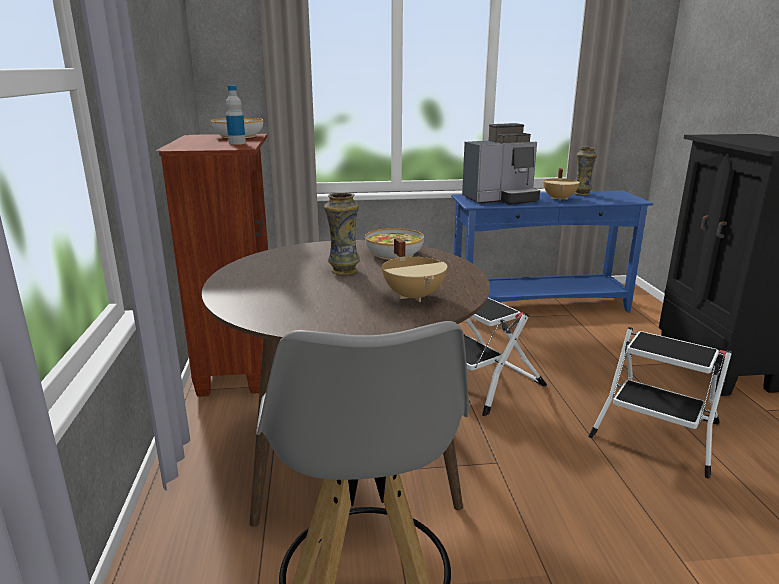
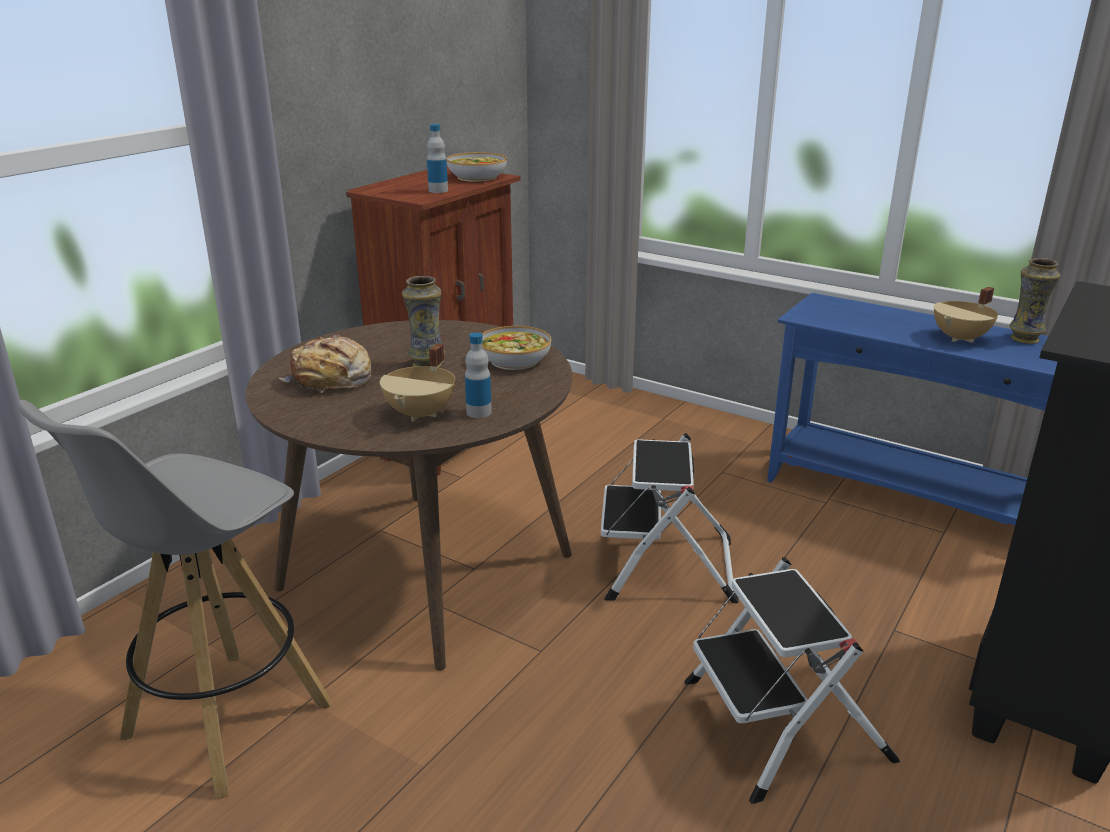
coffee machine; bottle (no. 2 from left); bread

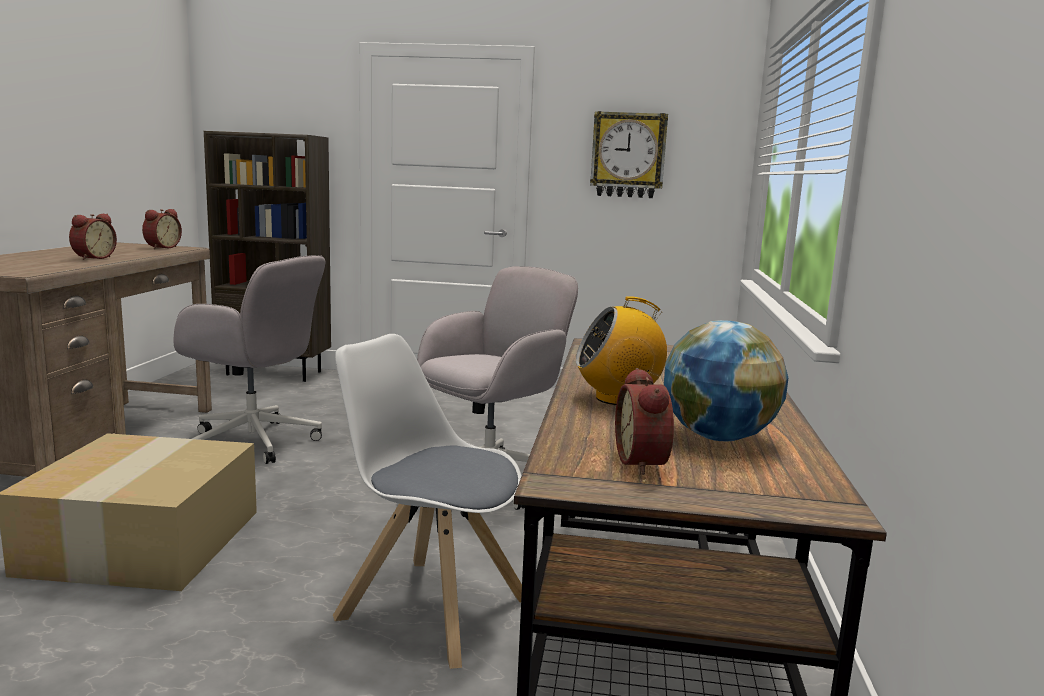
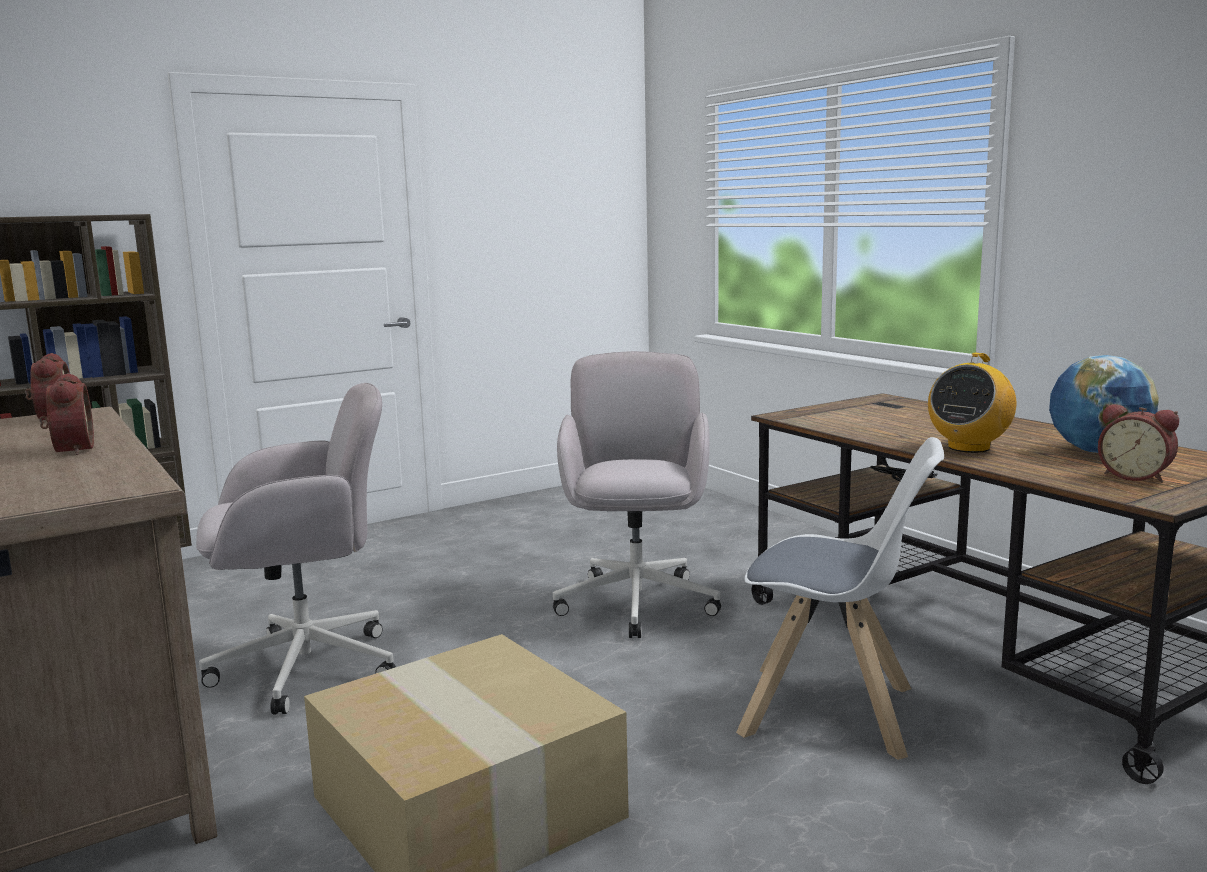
wall clock; chair

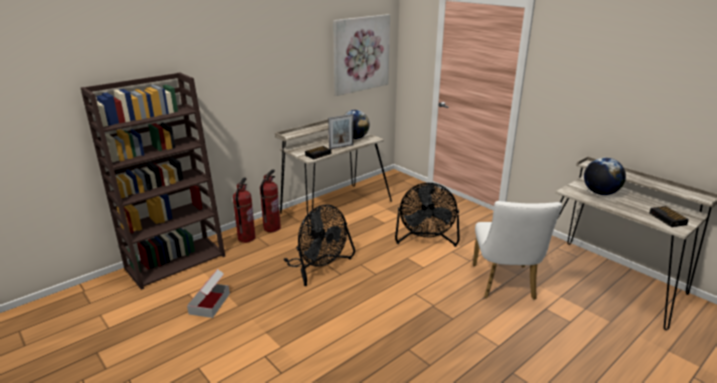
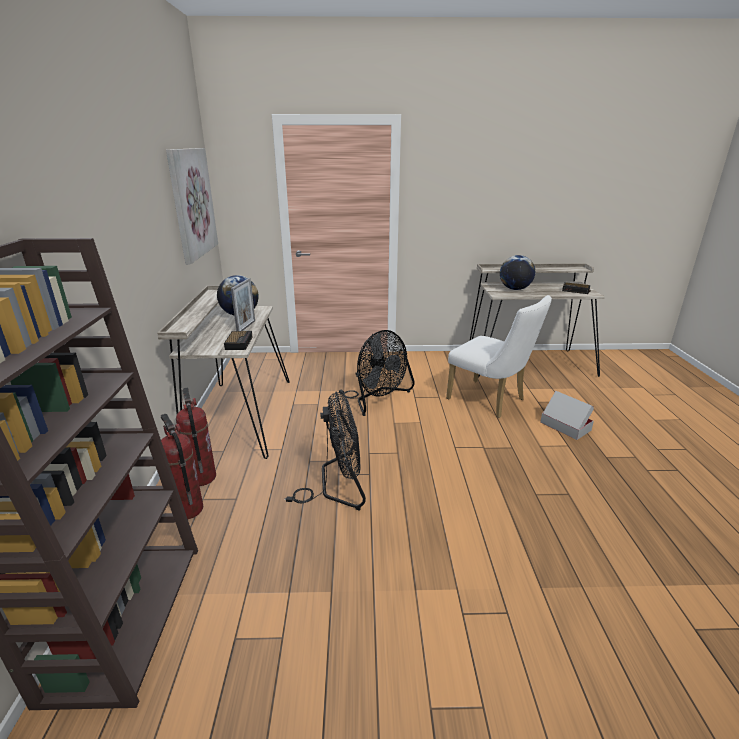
cardboard box

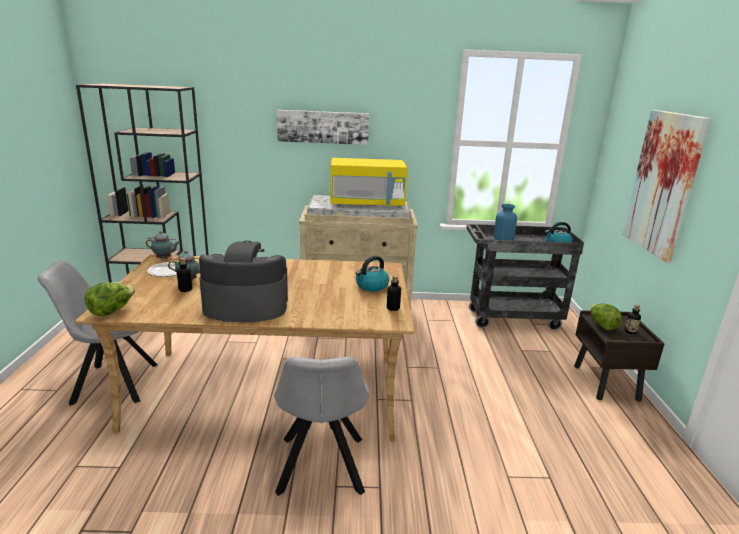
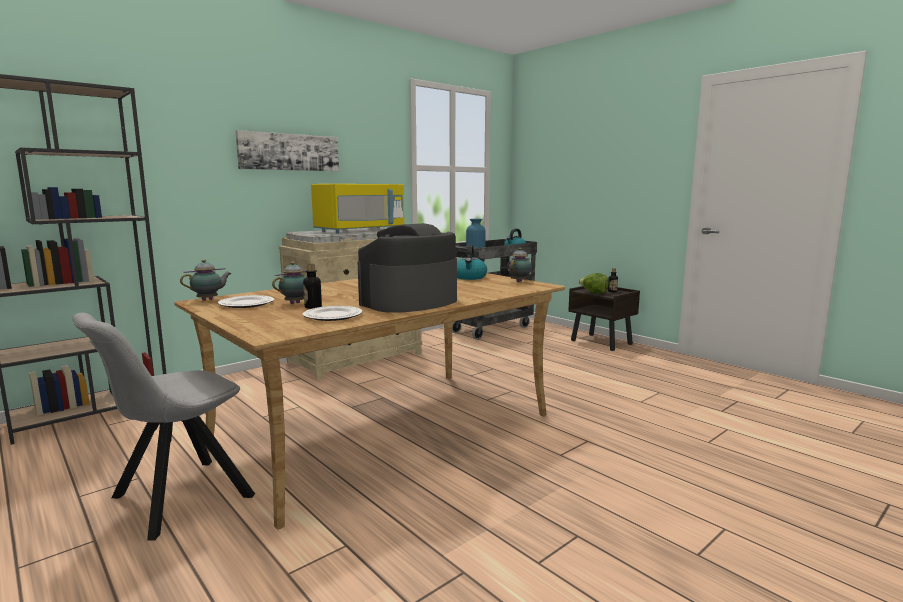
picture (no. 2 from left in the first image); teapot (no. 3 from left); lettuce (no. 1 from left in the first image); grey chair (no. 2 from left in the first image); plate (no. 2 from left)

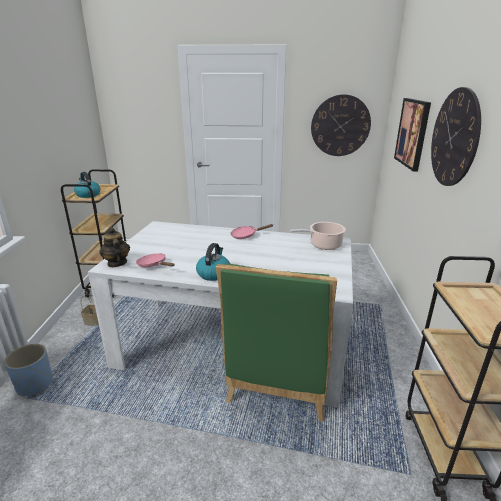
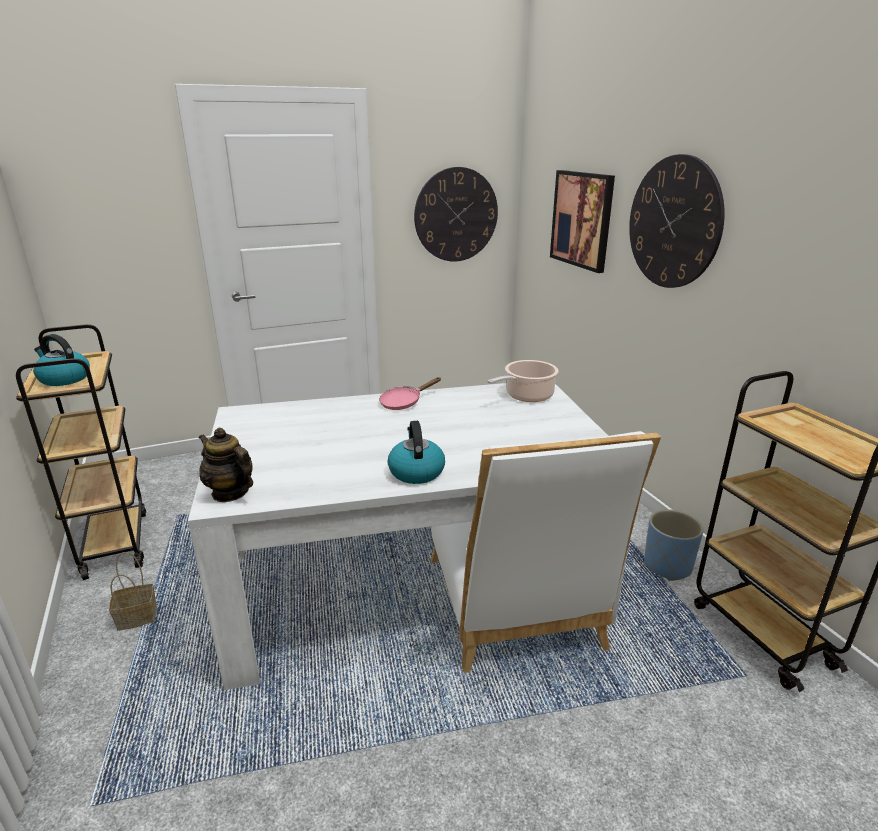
pink frying pan (no. 1 from left in the first image); white chair; blue planter

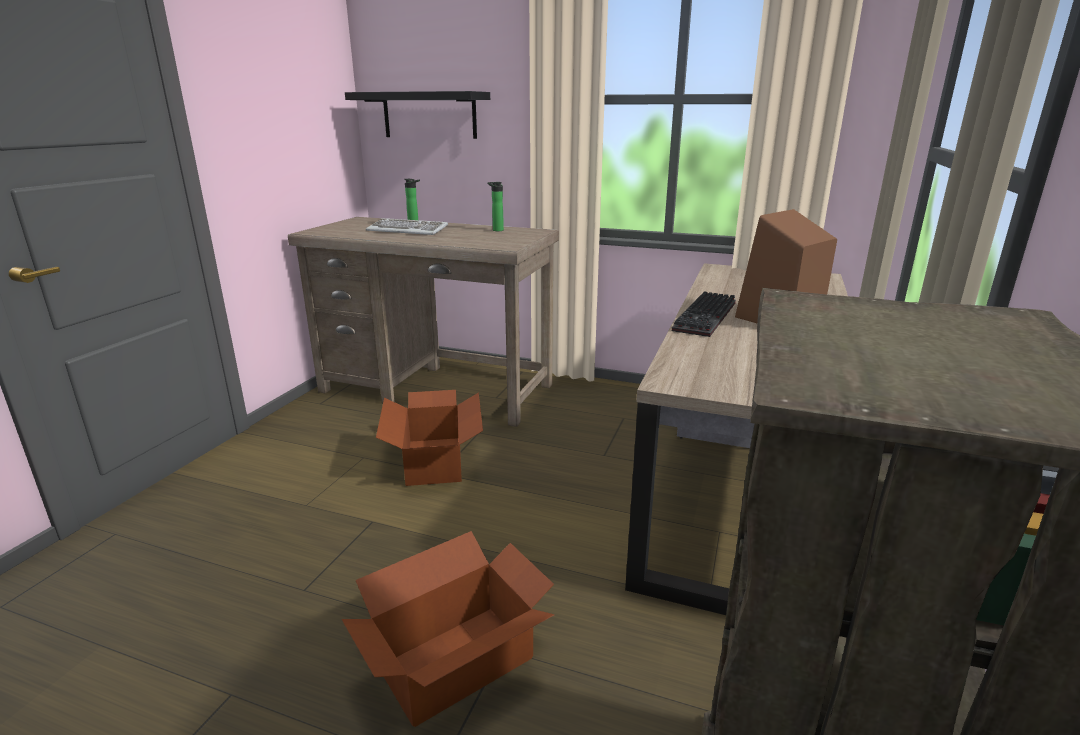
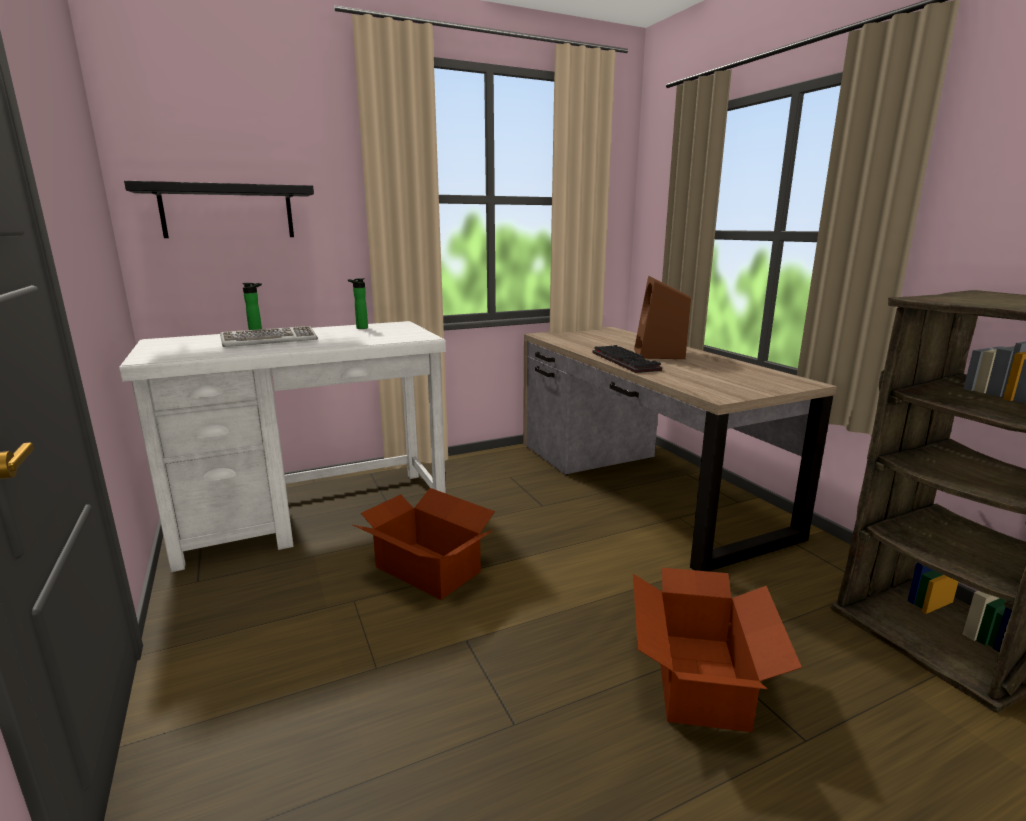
white desk

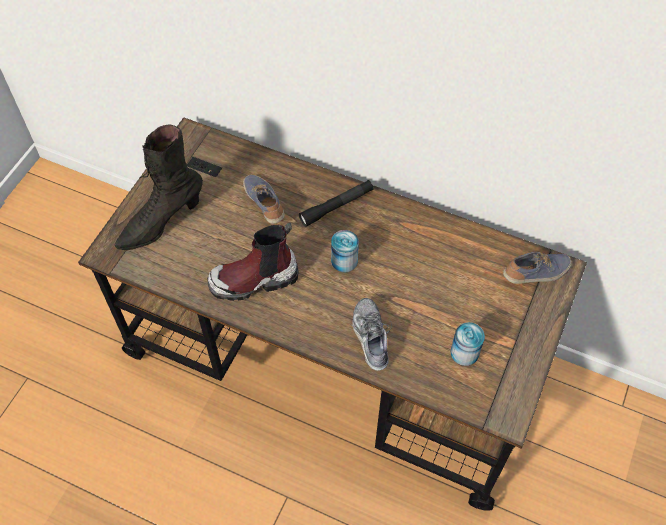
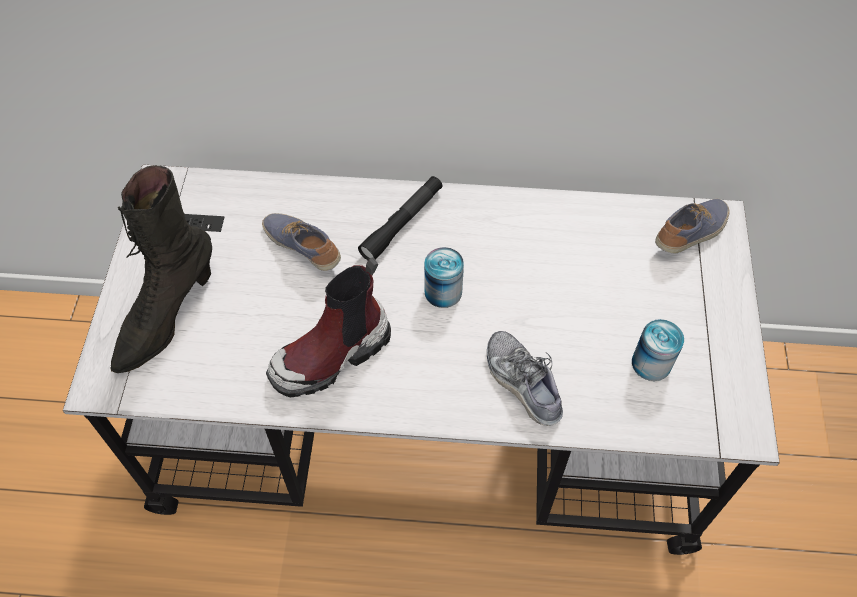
white desk

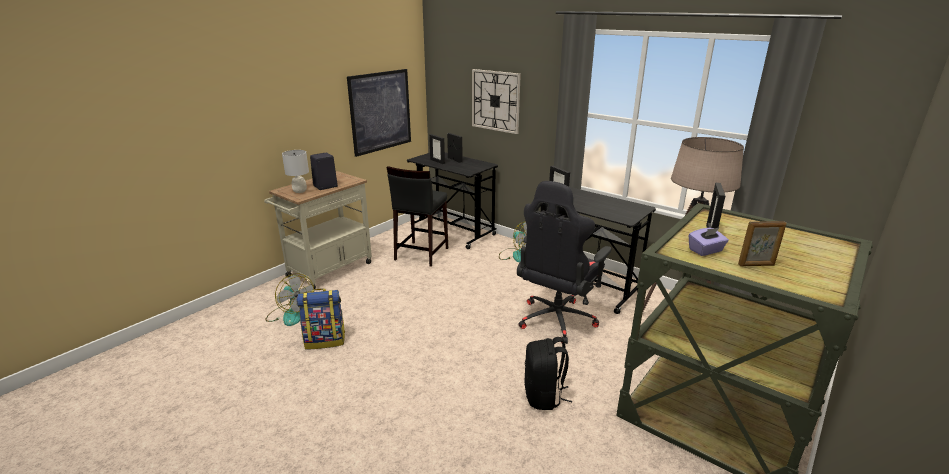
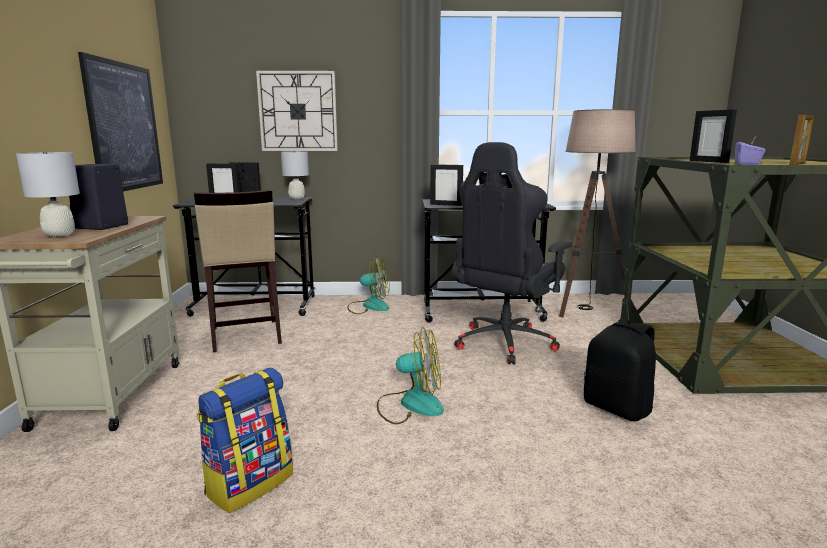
beige stool; black office chair; fan (no. 2 from left); grey table lamp (no. 2 from left)

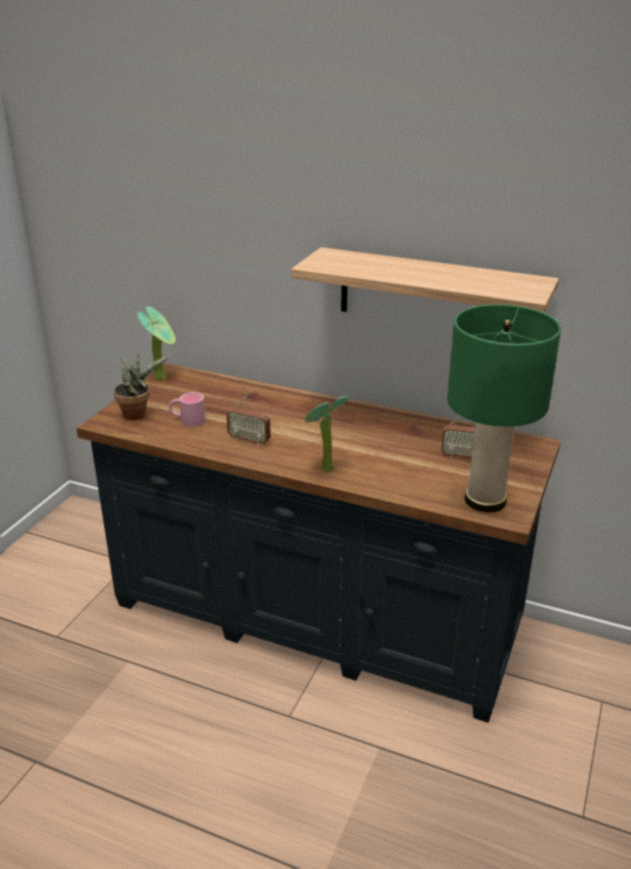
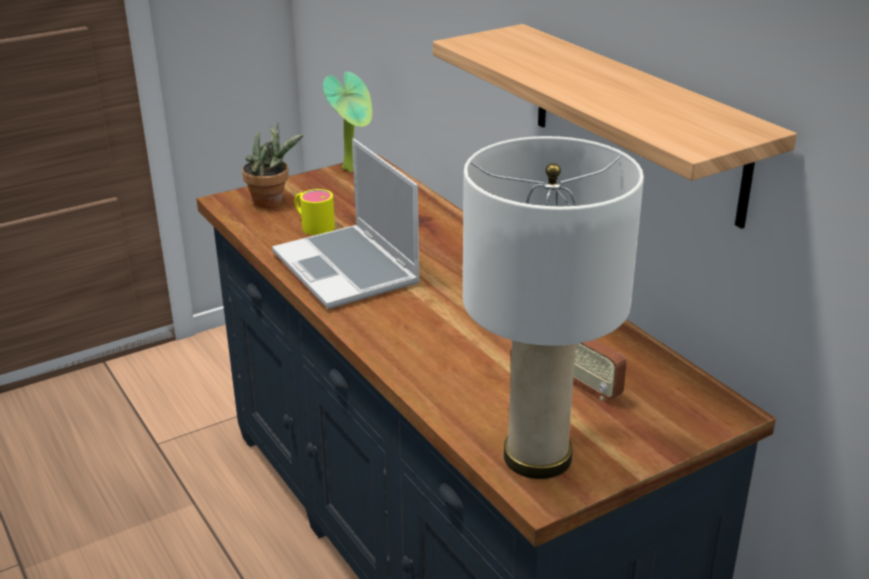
white table lamp; laptop; yellow mug; potted plant (no. 3 from left in the first image)

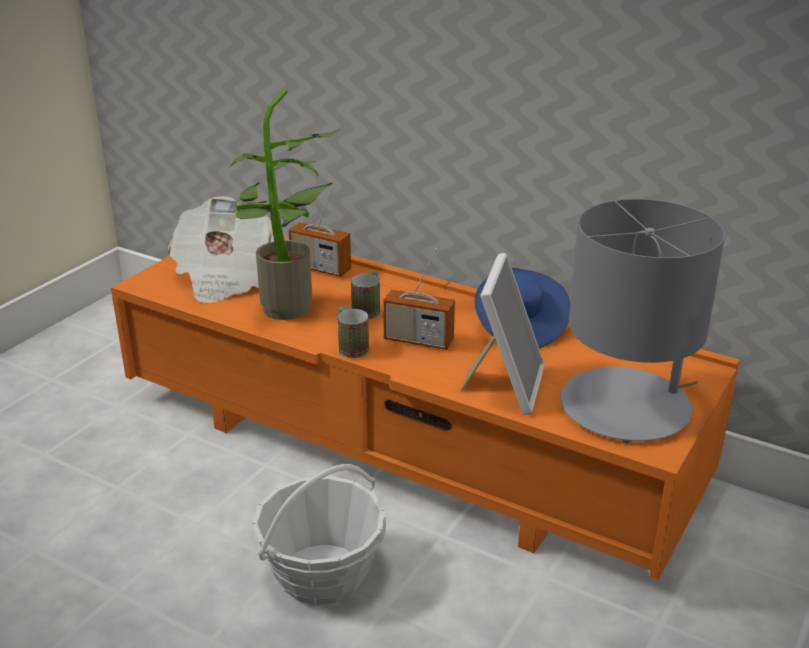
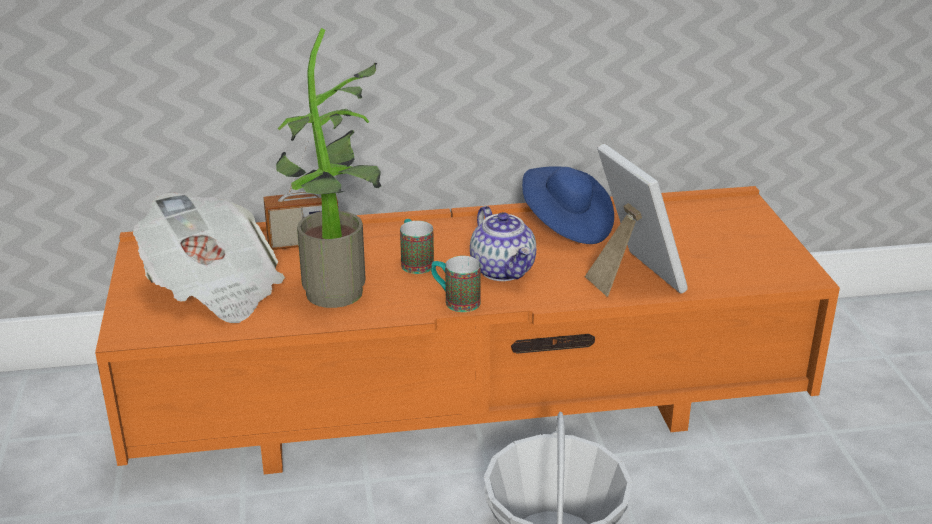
grey table lamp; teapot

